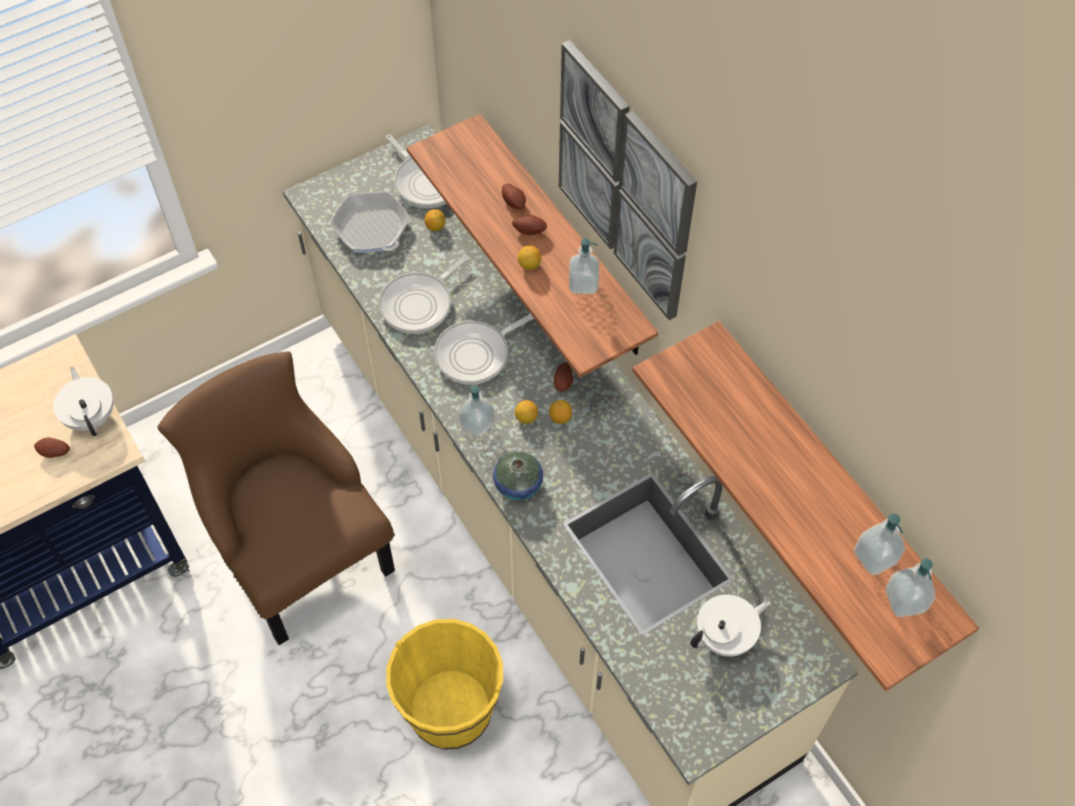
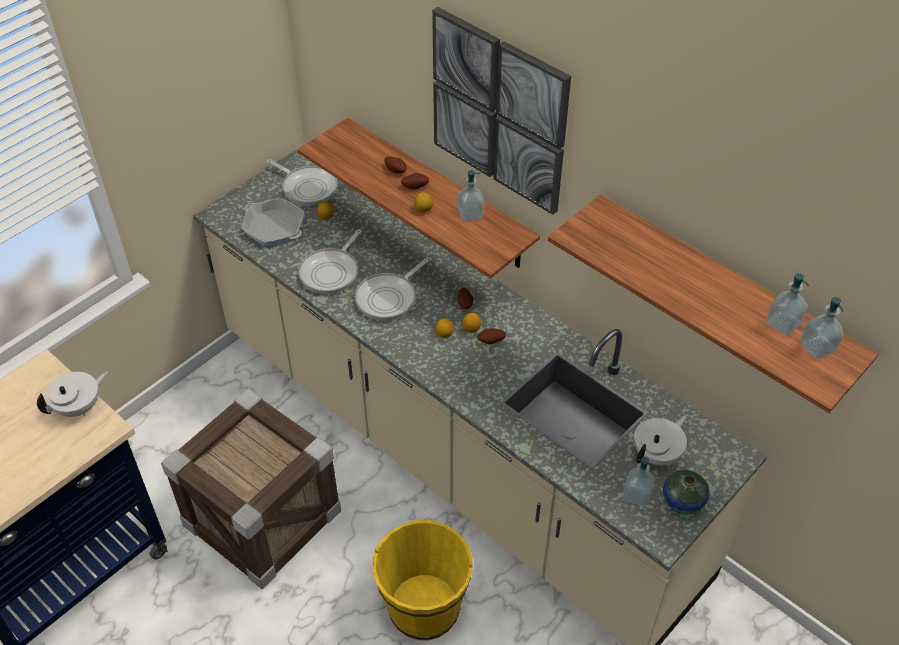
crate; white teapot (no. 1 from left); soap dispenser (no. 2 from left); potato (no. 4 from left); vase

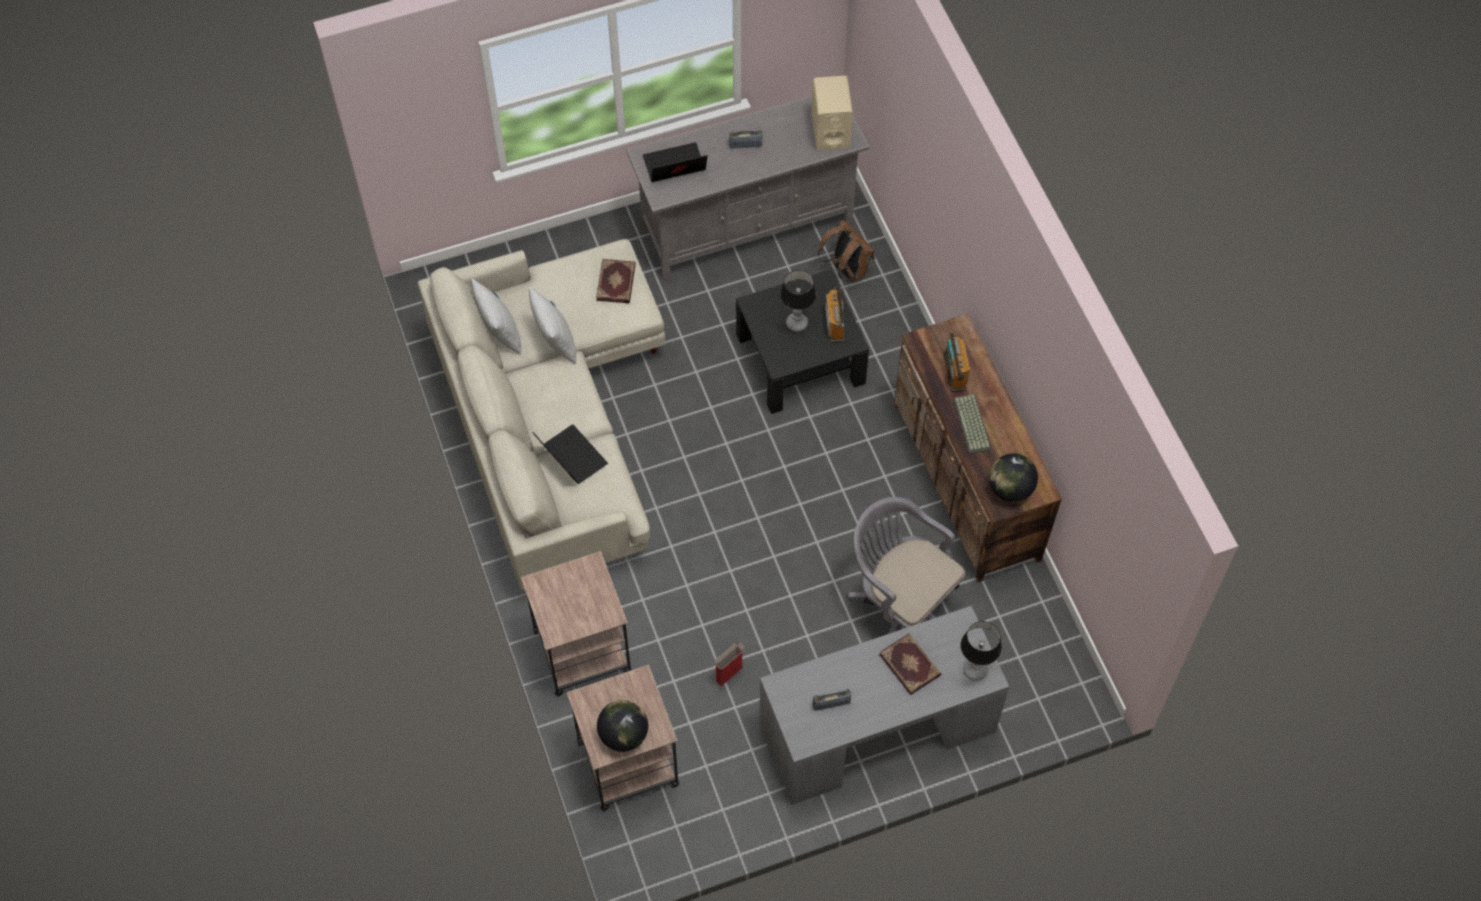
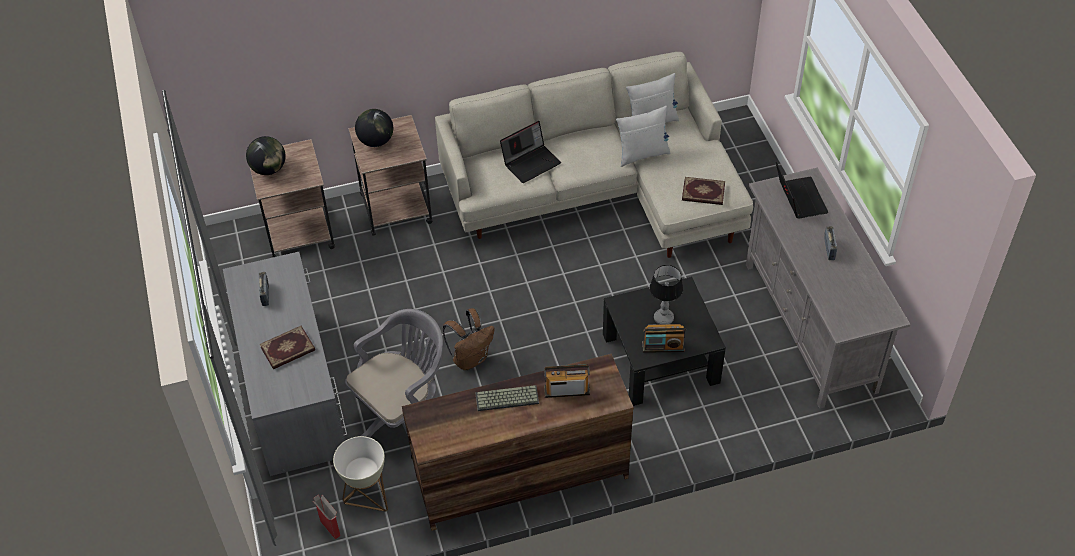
beige speaker; brown backpack; globe (no. 2 from left); table lamp (no. 2 from left in the first image); cardboard box; planter

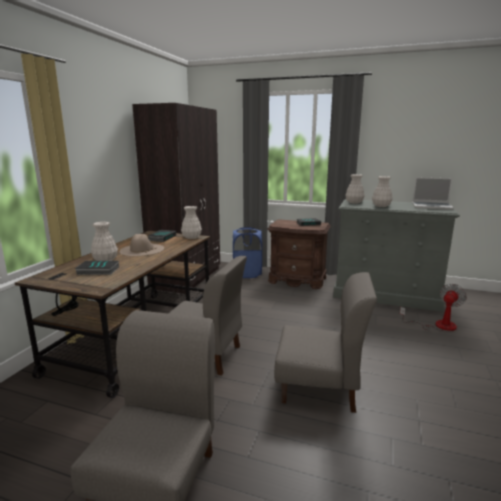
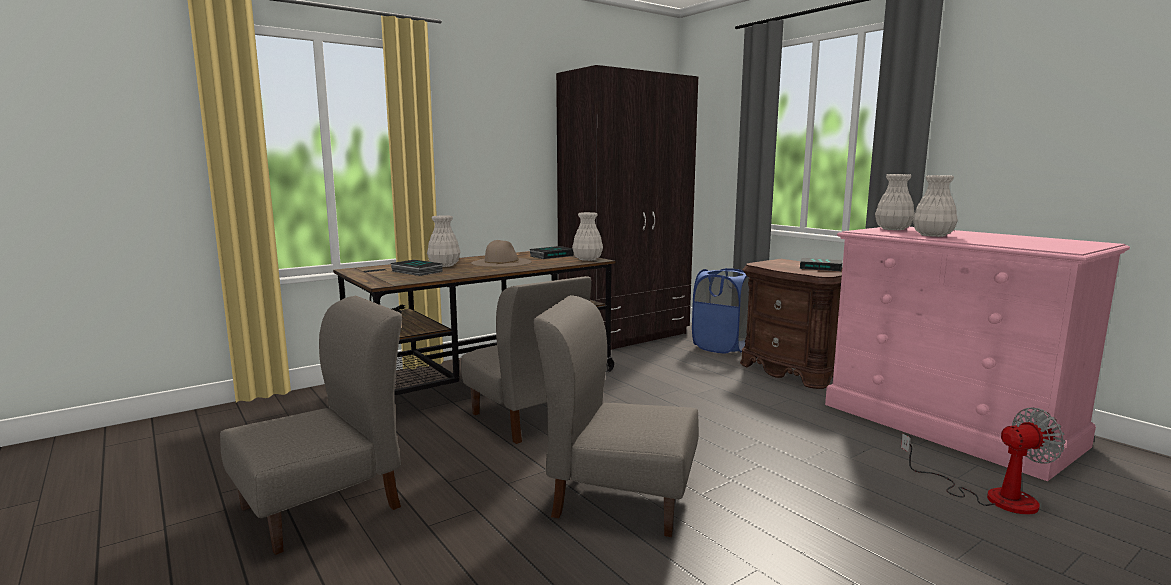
laptop; pink dresser; grey chair (no. 3 from left)

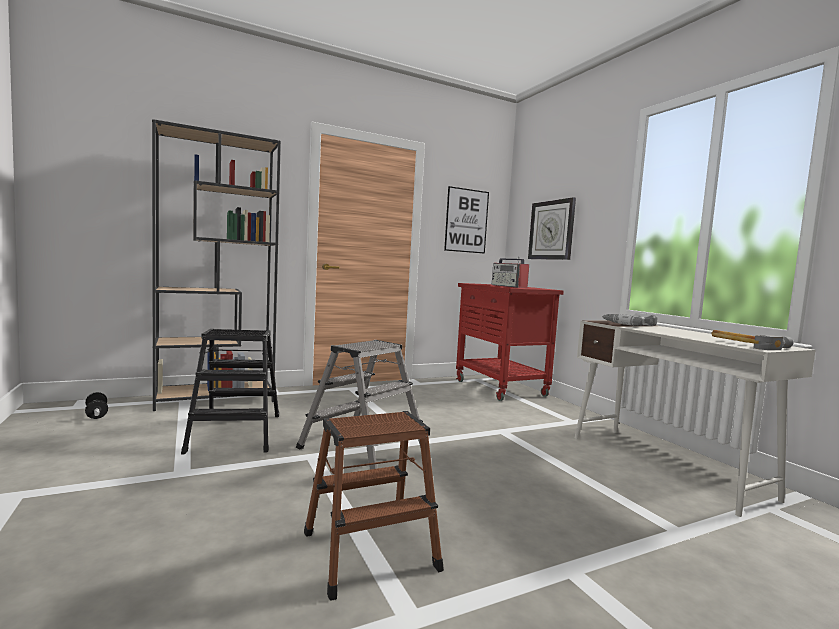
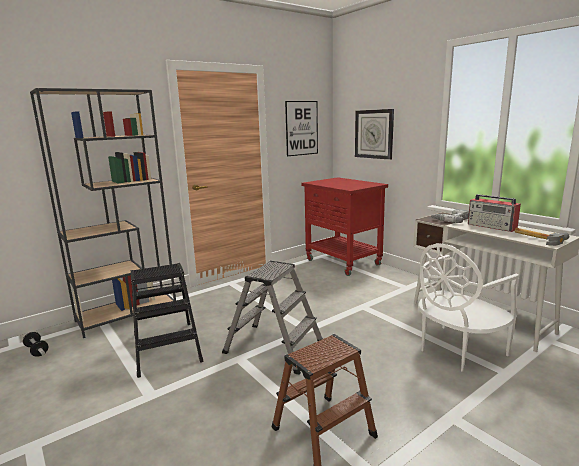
radio; white chair

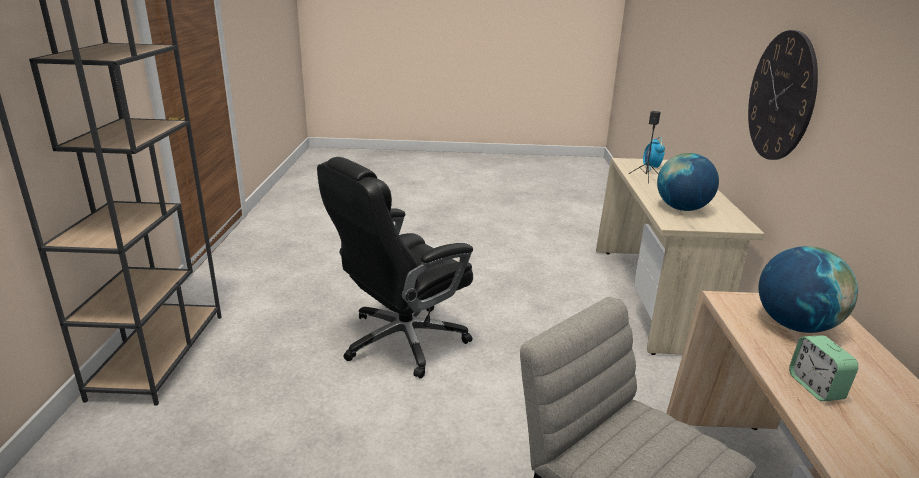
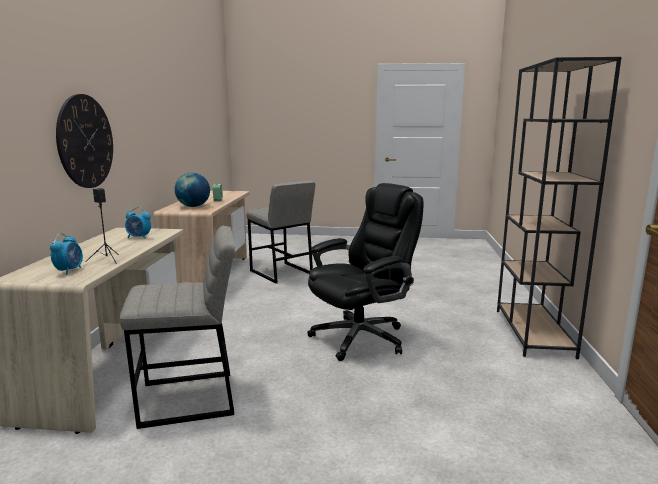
alarm clock (no. 2 from left); grey chair (no. 1 from left)

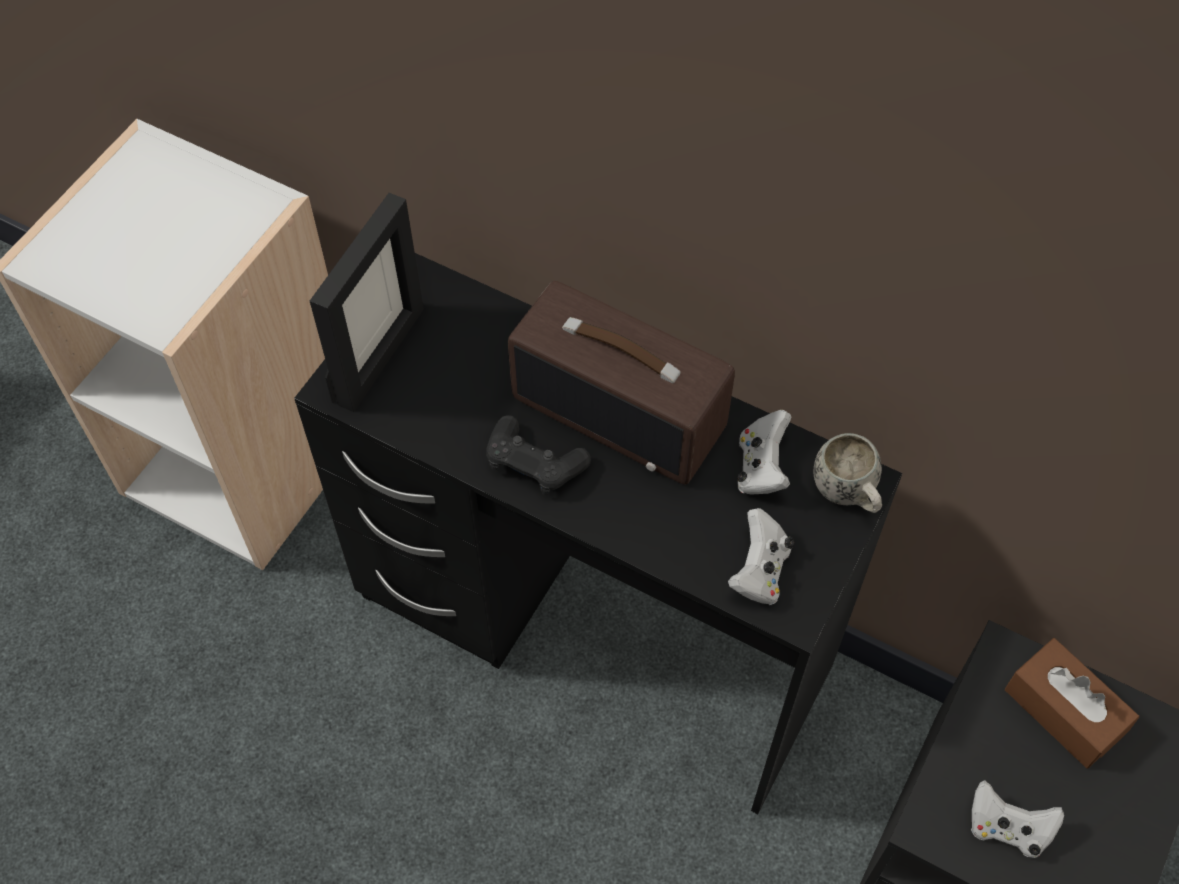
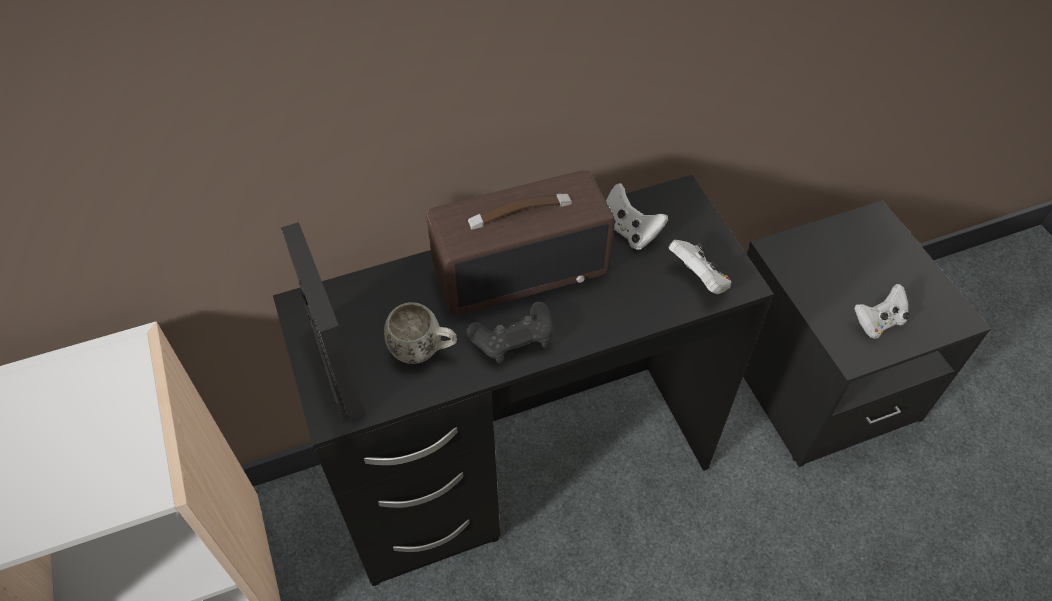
white mug; brown tissue box

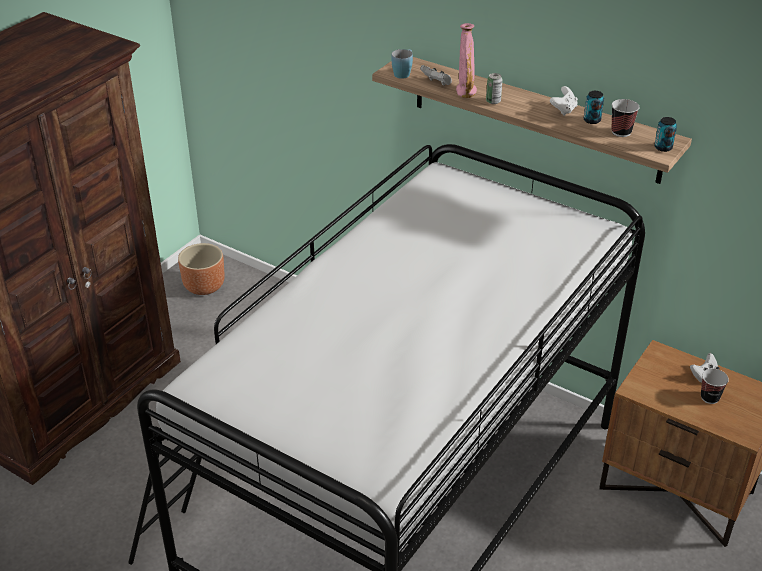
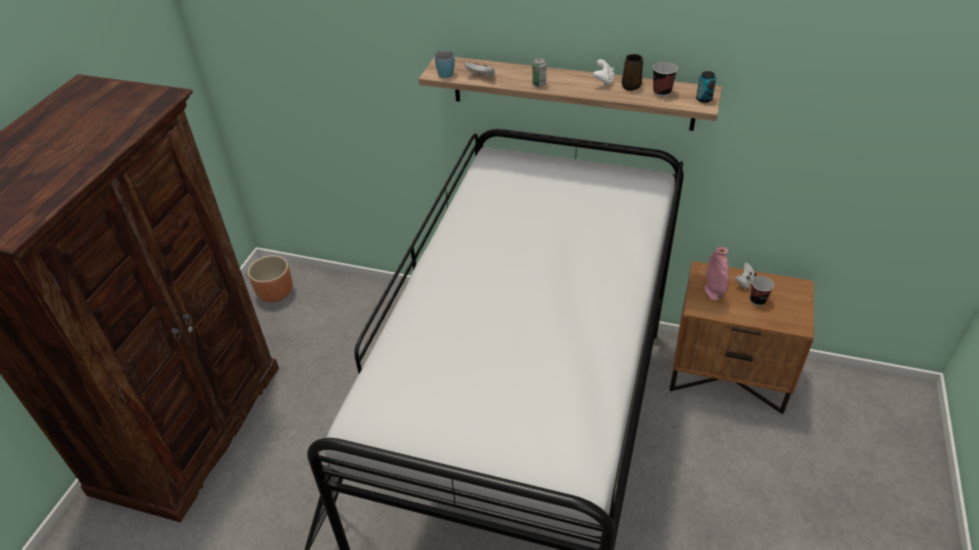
pink vase; brown mug

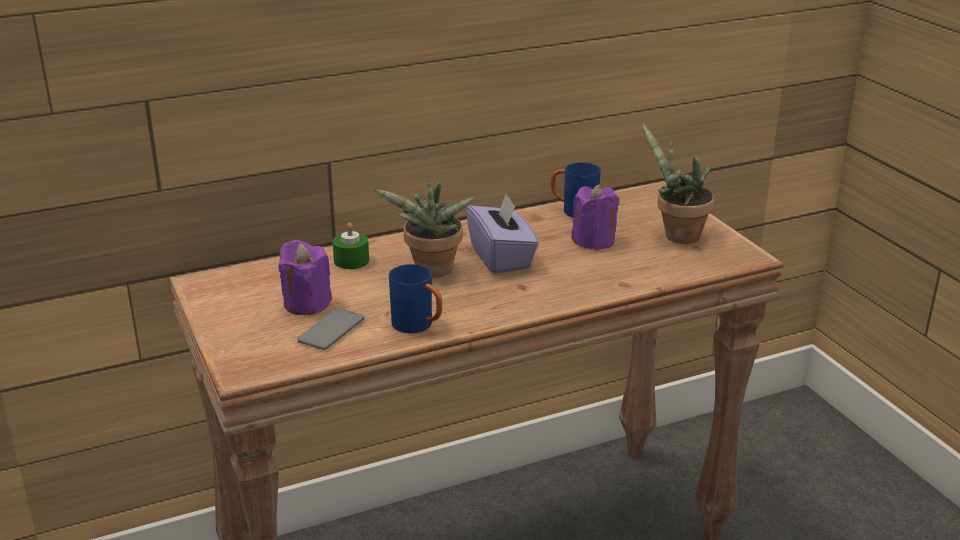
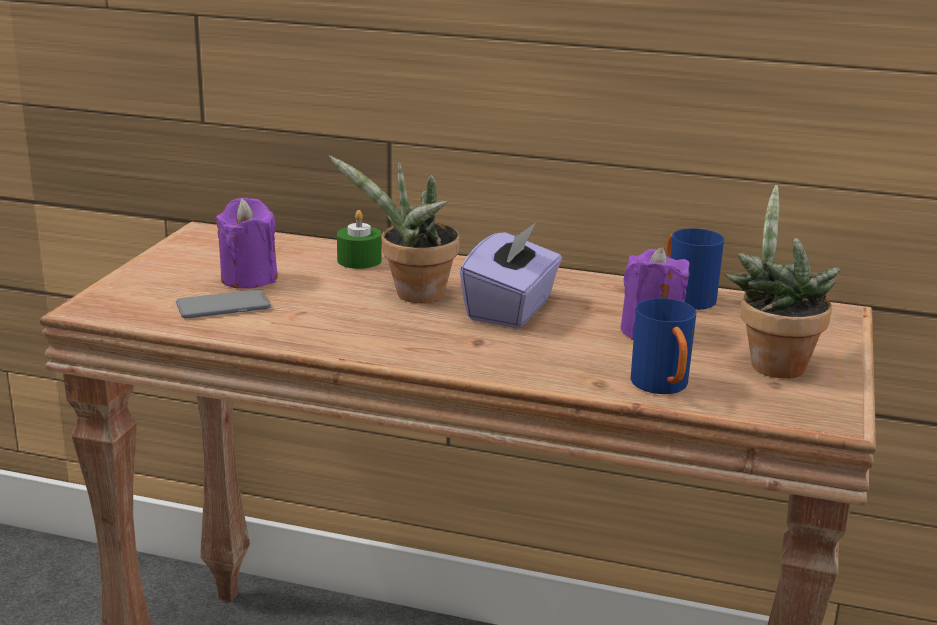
blue mug (no. 1 from left)

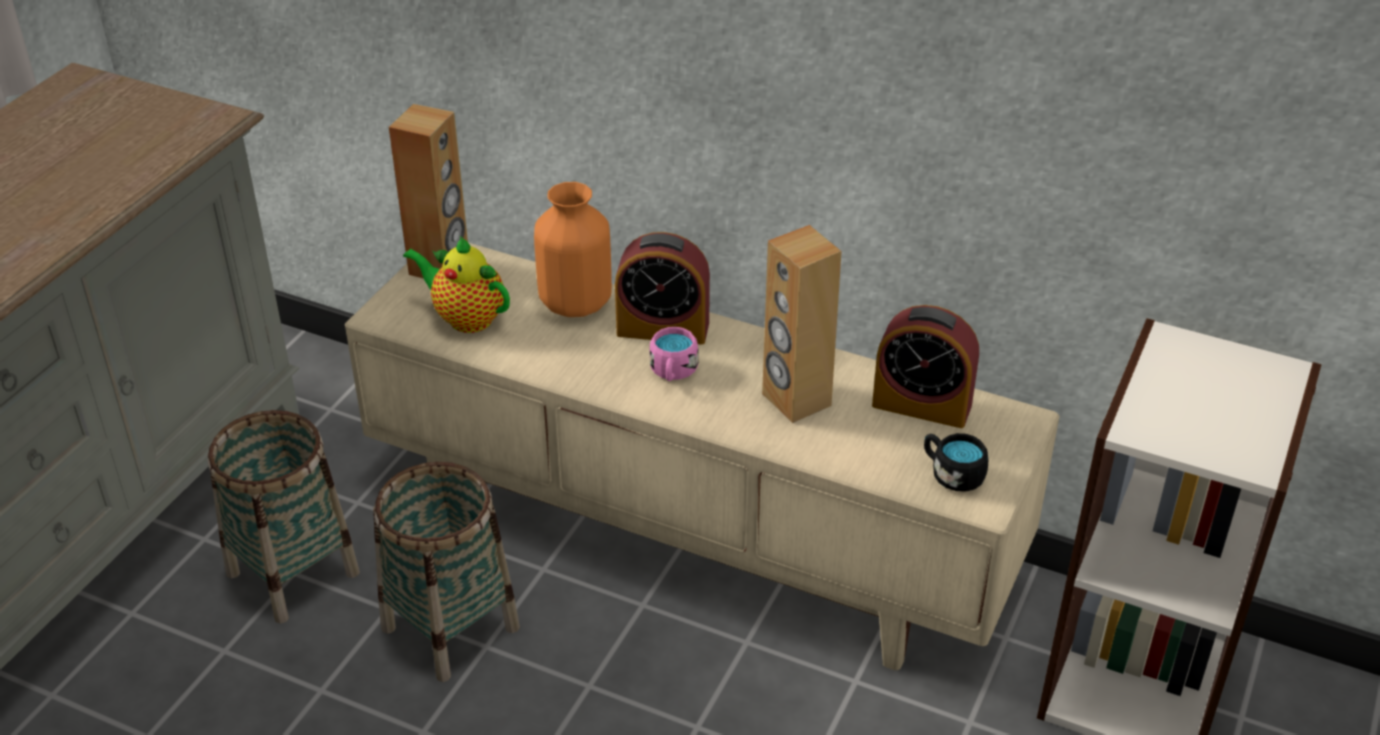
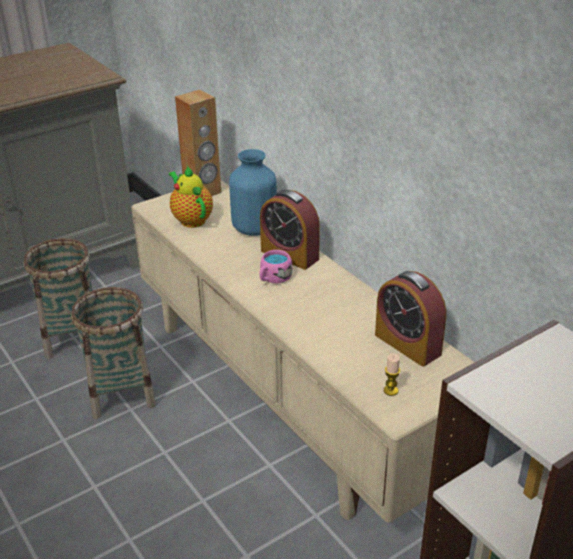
blue vase; brown speaker (no. 2 from left in the first image); candle

